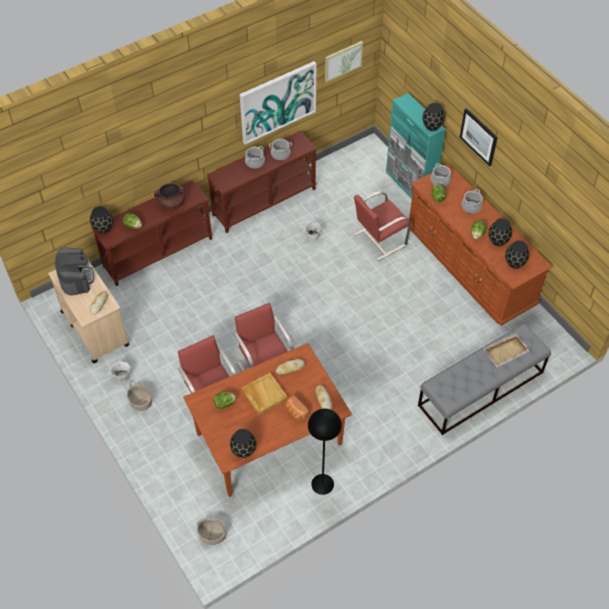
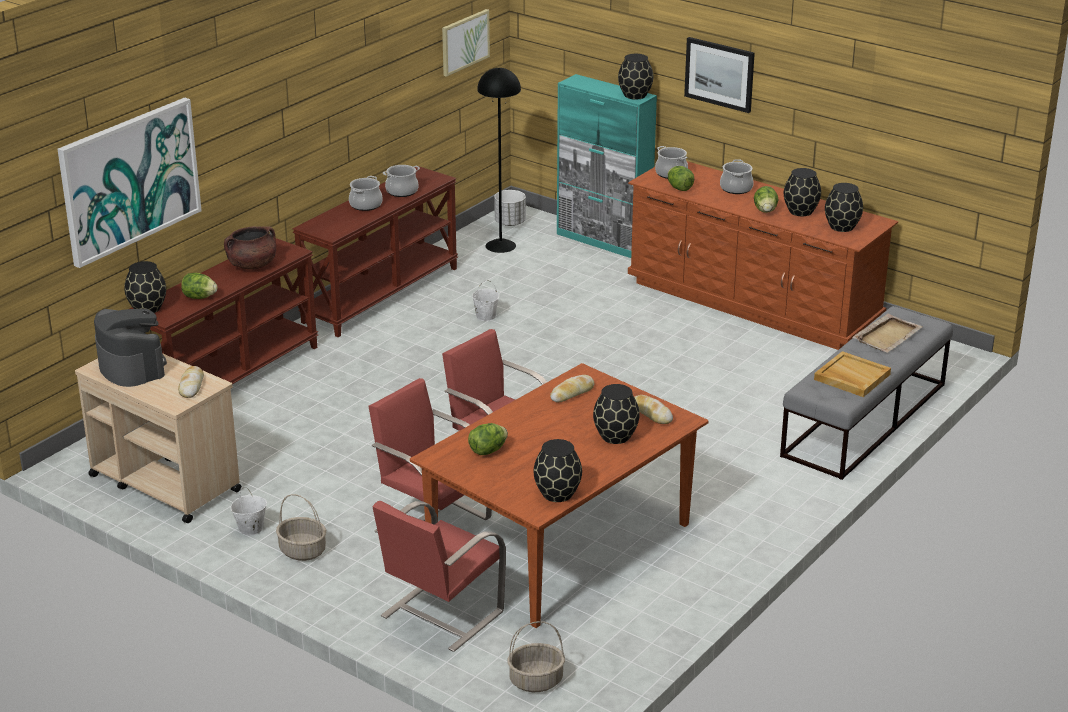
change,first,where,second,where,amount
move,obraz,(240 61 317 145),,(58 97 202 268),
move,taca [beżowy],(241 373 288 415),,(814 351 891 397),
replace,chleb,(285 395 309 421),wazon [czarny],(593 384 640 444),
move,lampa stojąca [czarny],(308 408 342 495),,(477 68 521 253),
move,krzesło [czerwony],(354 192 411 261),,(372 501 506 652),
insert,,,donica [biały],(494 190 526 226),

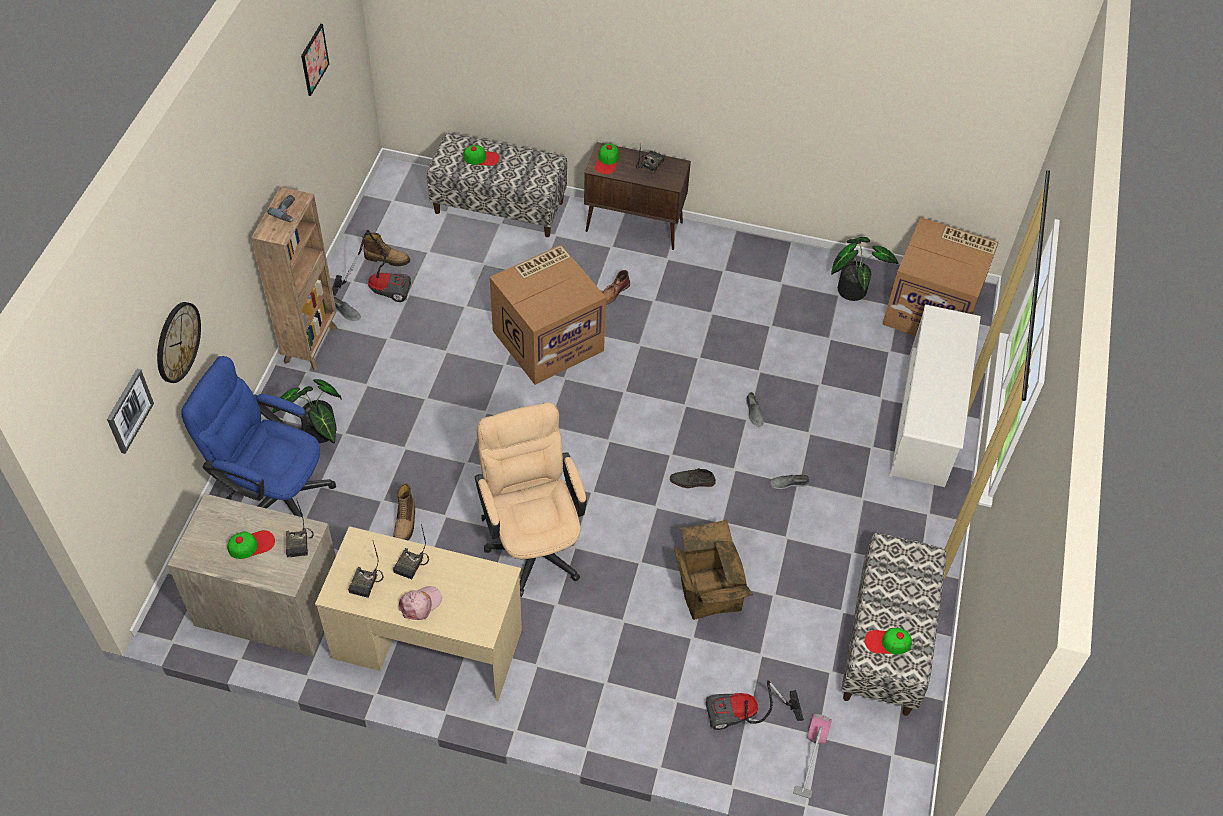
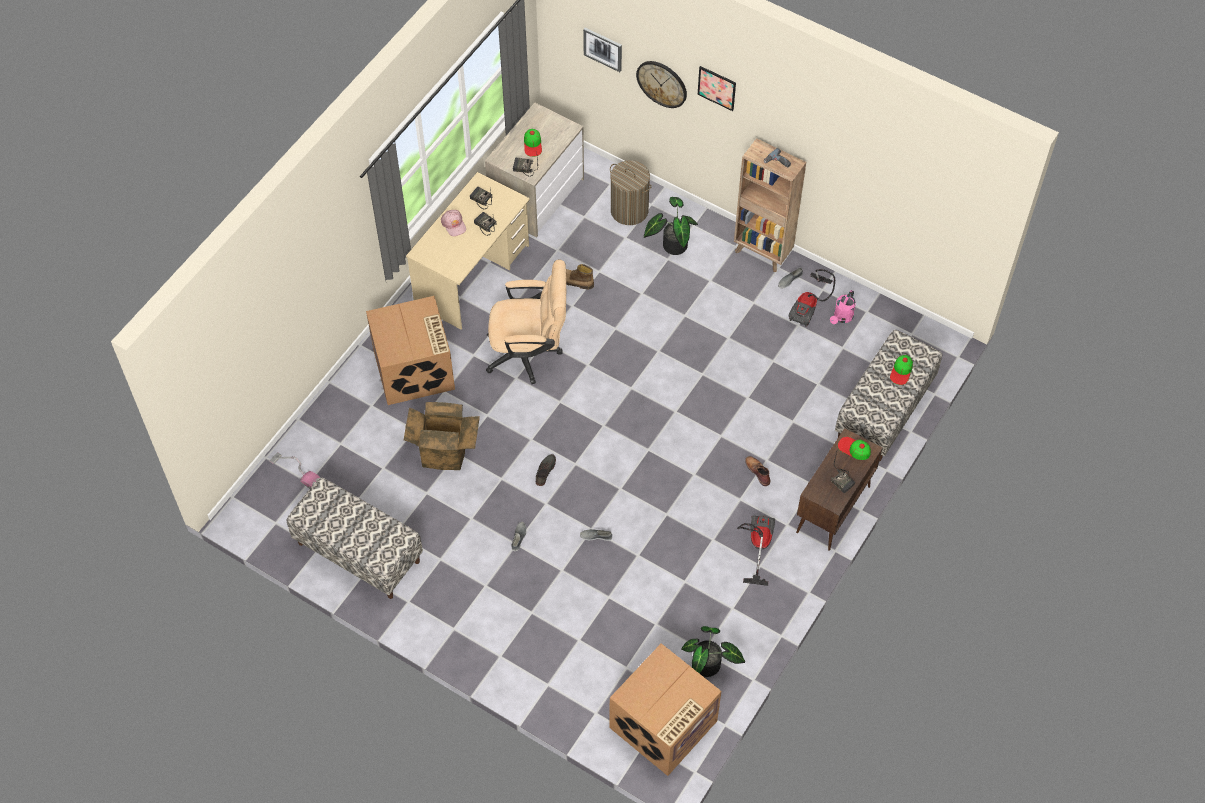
change,first,where,second,where,amount
replace,krzesło biurowe [niebieski],(181 356 336 517),kosz na pranie,(610 160 652 225),
move,obraz,(301 24 329 96),,(698 66 736 111),
replace,but z cholewką,(362 232 410 266),konewka [różowy],(830 290 856 324),
move,karton,(490 245 606 385),,(366 296 455 405),
move,odkurzacz,(706 680 804 730),,(737 515 775 586),
delete,czapka z daszkiem,(865 628 912 655),,,
delete,regał na buty [biały],(889 304 981 487),,,

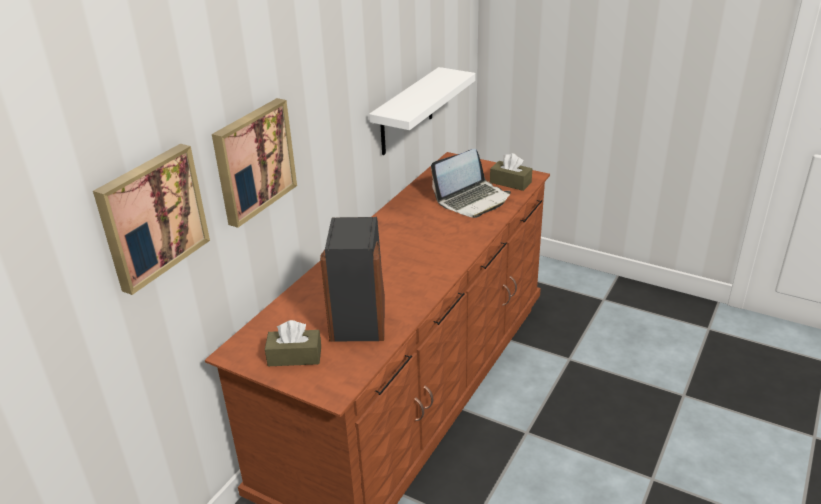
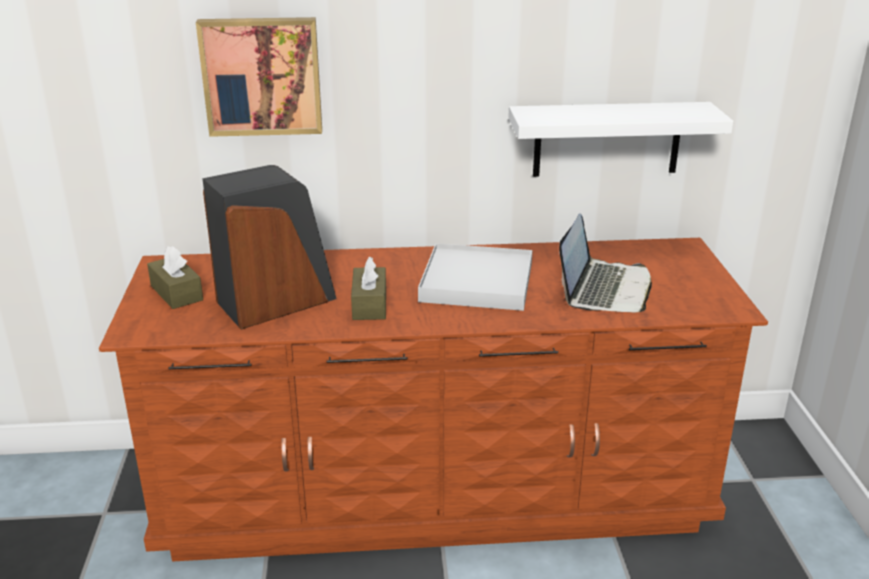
change,first,where,second,where,amount
delete,obraz,(93 144 210 295),,,
rotate,laptop,(431 149 511 218),,(559 214 652 312),90 degrees counterclockwise
move,pudełko chusteczek [brązowy],(490 153 532 191),,(351 256 386 320),
insert,,,taca [biały],(418 243 532 311),

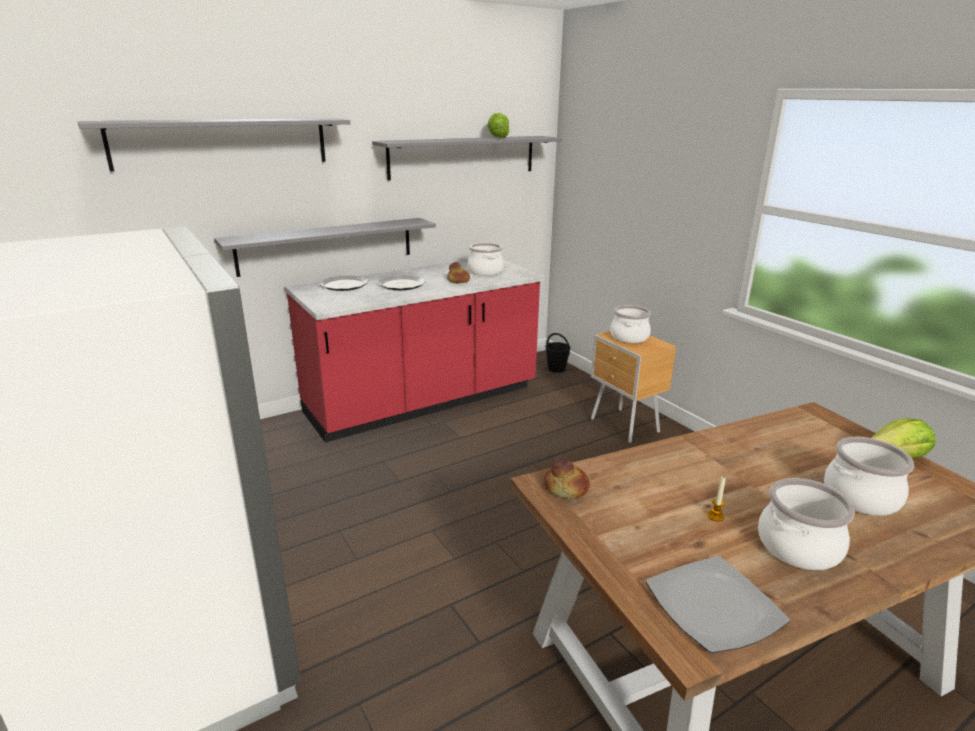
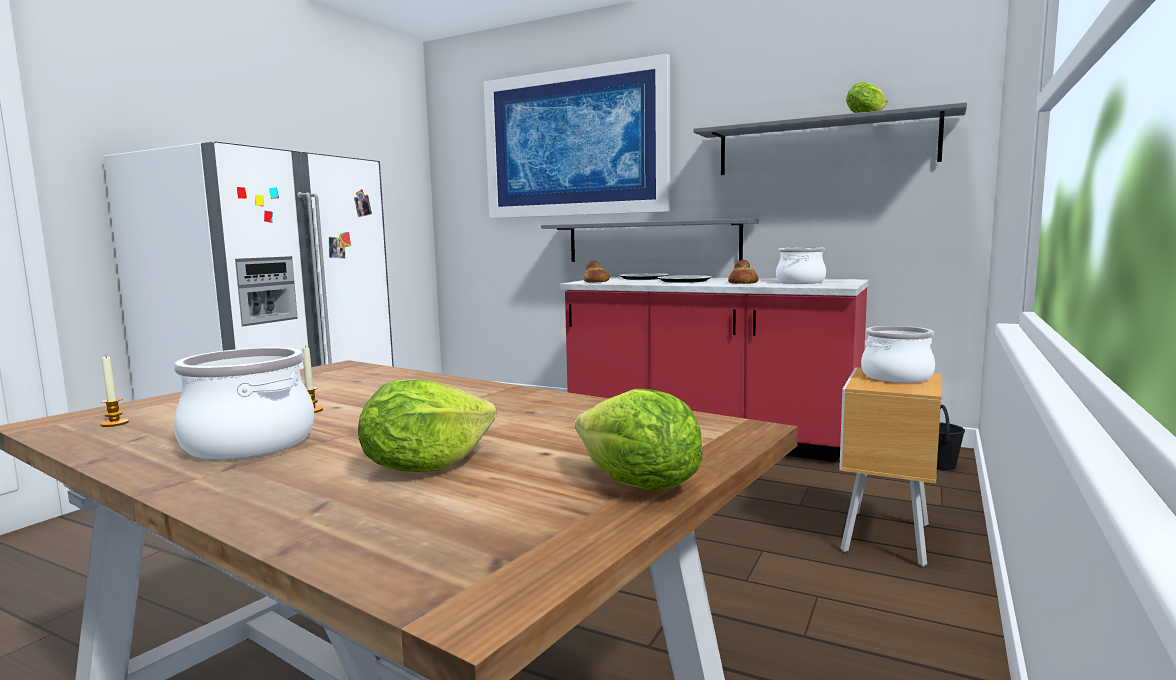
change,first,where,second,where,amount
replace,półka [szary],(77 118 351 171),obraz,(483 54 670 218),
move,chleb,(544 457 590 499),,(583 261 610 283),
replace,talerz,(646 556 790 653),świeca,(100 357 129 427),
replace,garnek,(824 437 914 516),sałata,(358 380 496 472),

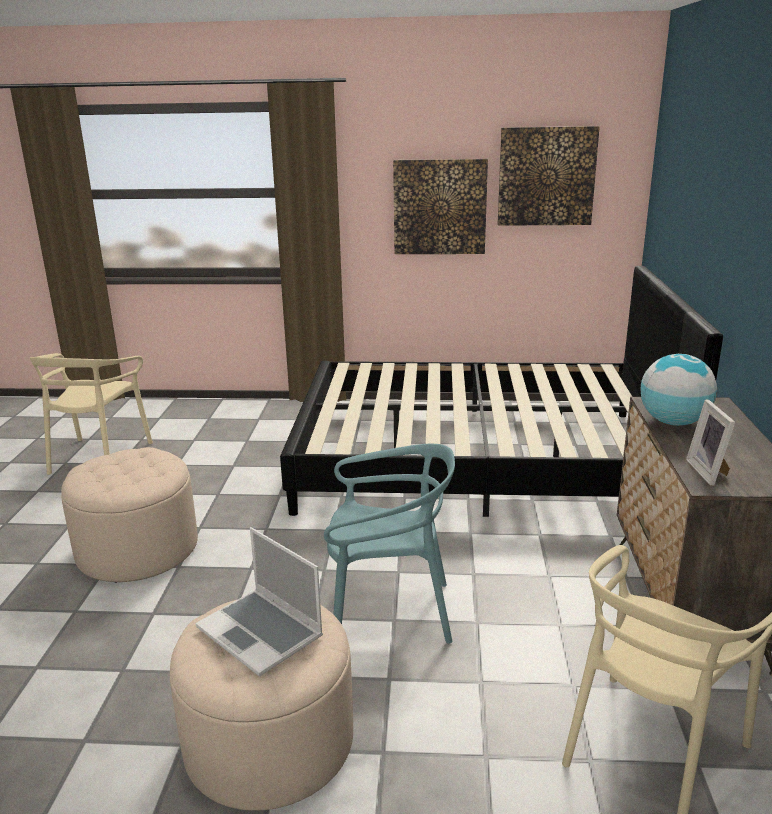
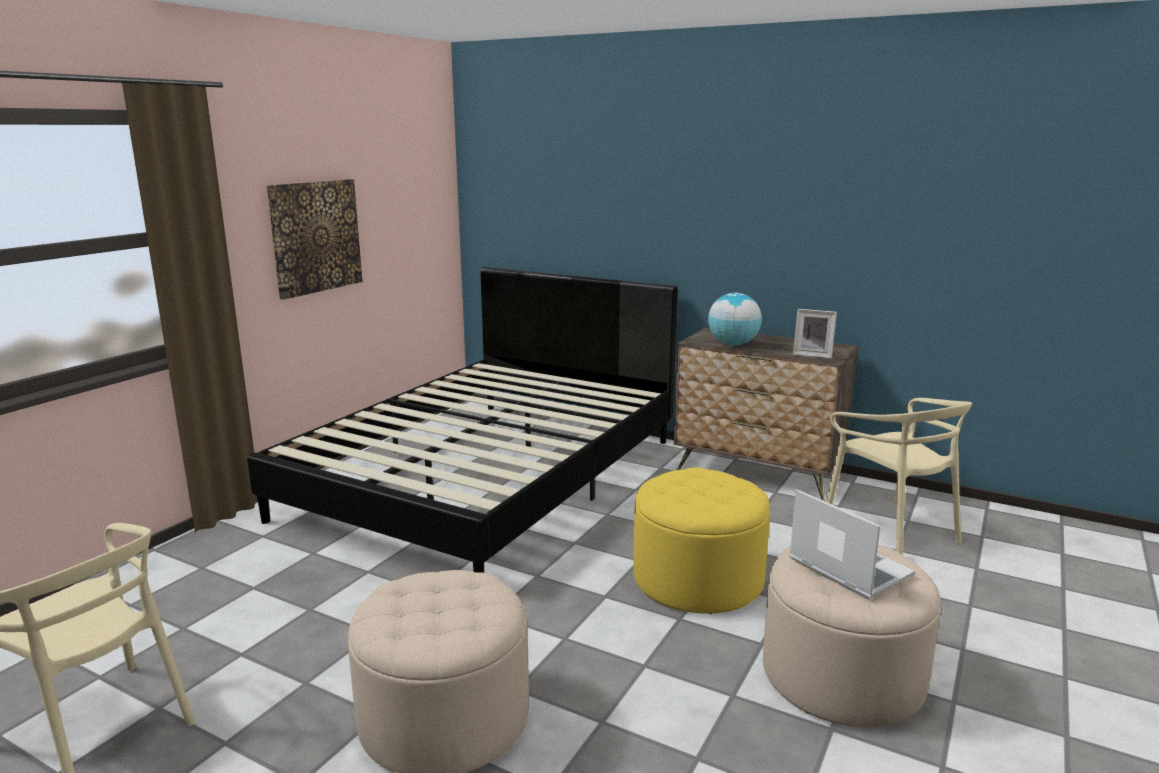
change,first,where,second,where,amount
rotate,laptop,(195 527 323 677),,(789 489 915 599),105 degrees counterclockwise
replace,krzesło [turkusowy],(324 444 455 644),pufa [żółty],(633 467 770 614),
delete,obraz,(498 126 600 226),,,

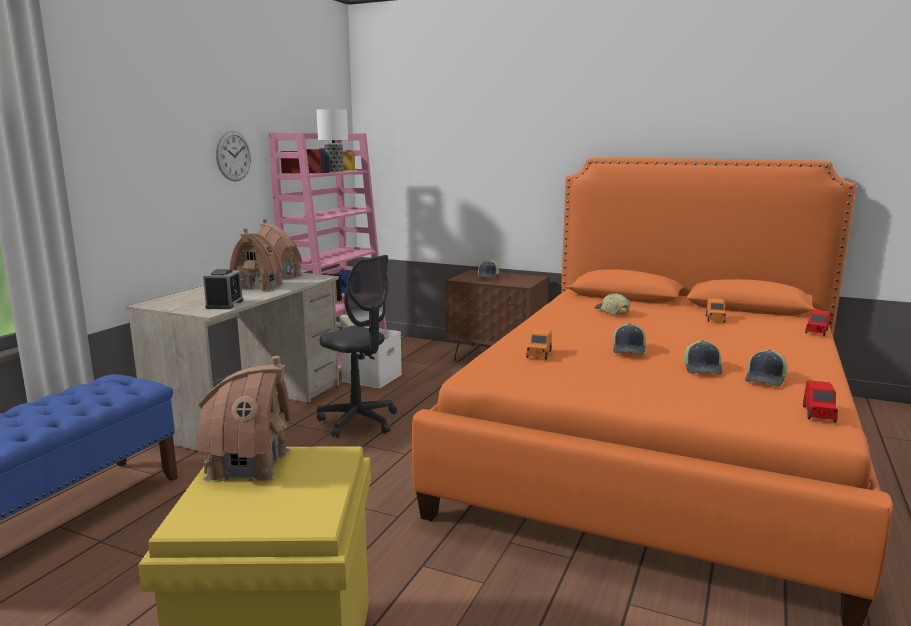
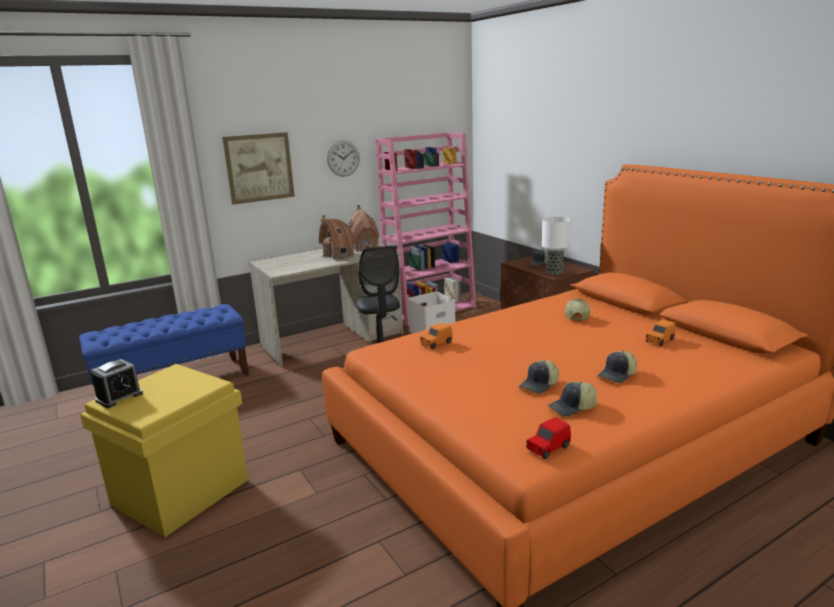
change,first,where,second,where,amount
delete,domek,(197 356 292 482),,,
move,budzik,(203 269 243 309),,(91 359 143 408),
move,lampa stołowa,(317 109 348 172),,(542 217 571 275),
move,czapka z daszkiem,(612 323 646 355),,(597 351 637 383),
delete,samochodzik [czerwony],(805 309 830 336),,,
insert,,,obraz,(222 132 295 205),

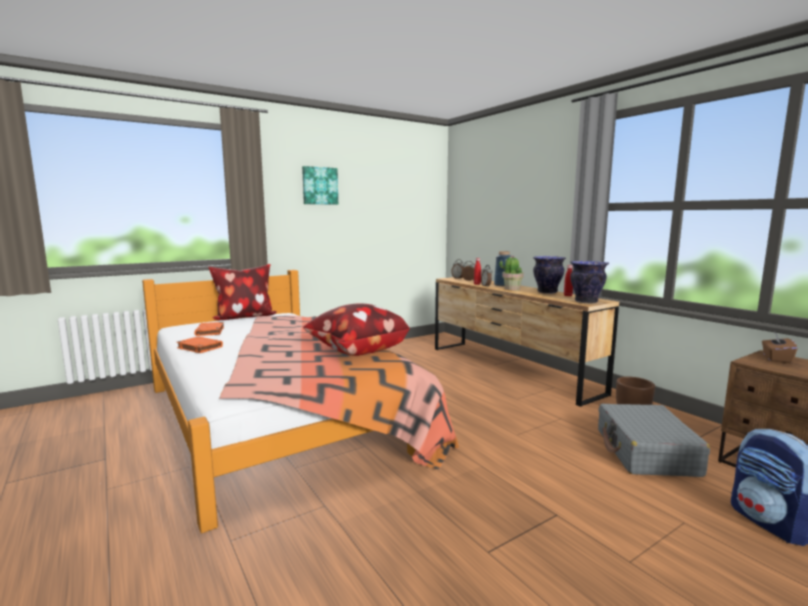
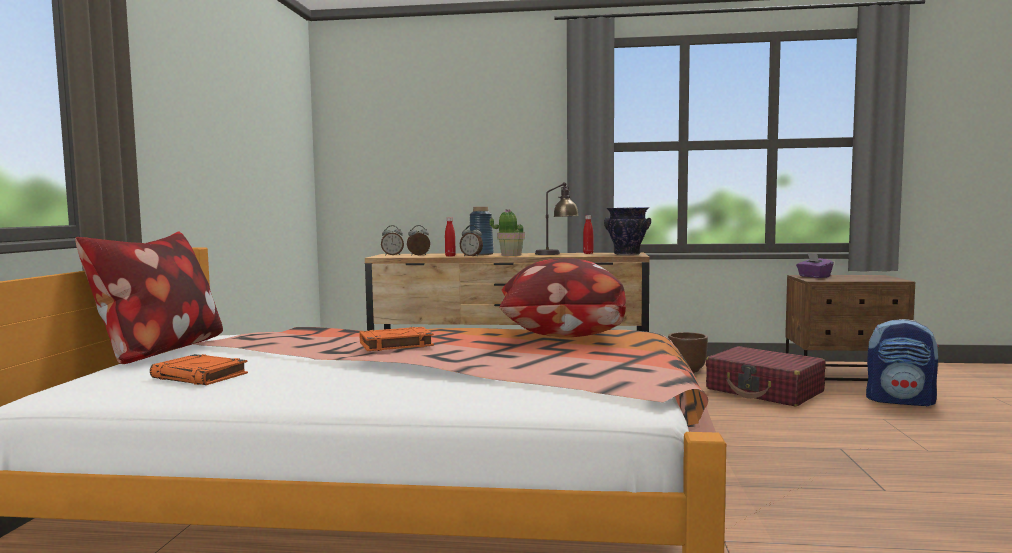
change,first,where,second,where,amount
move,książka [pomarańczowy],(177 336 223 353),,(359 327 434 351),
delete,obraz,(302 166 338 205),,,
replace,wazon,(533 256 566 294),lampa stołowa,(535 182 579 255),
recolor,walizka [szary],(598 404 710 477),walizka [czerwony],(706 346 826 407),
recolor,pudełko chusteczek [brązowy],(762 332 797 363),pudełko chusteczek [fioletowy],(796 253 834 278),

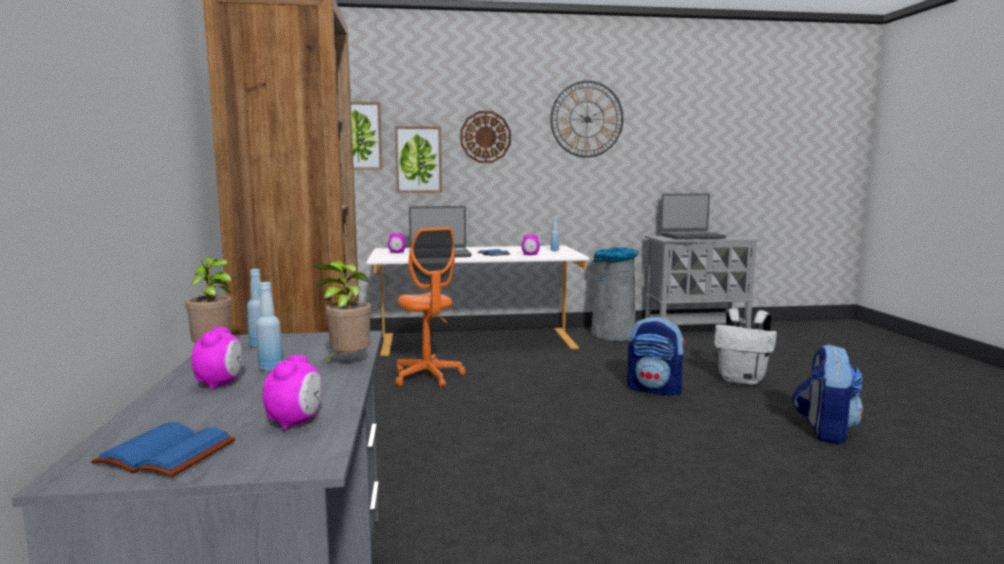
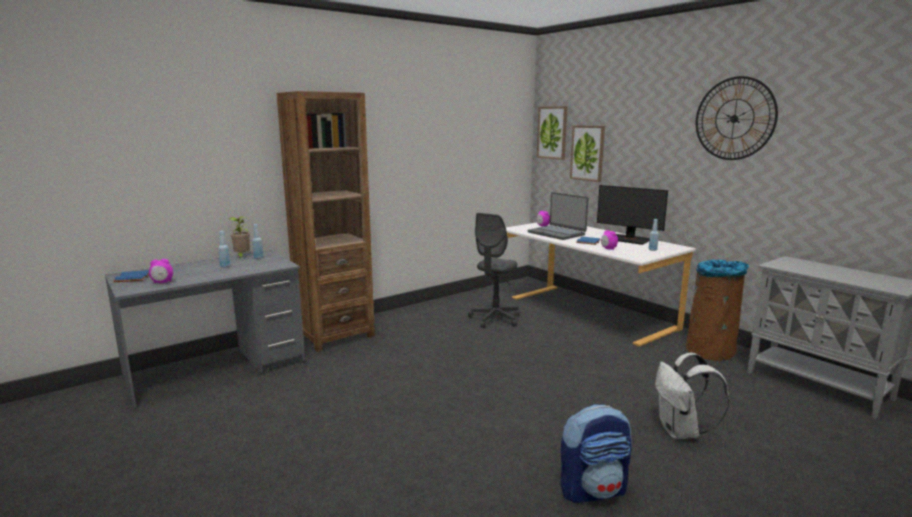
change,first,where,second,where,amount
delete,budzik,(192 327 242 390),,,
delete,roślina doniczkowa,(313 260 371 362),,,
recolor,krzesło biurowe [pomarańczowy],(395 227 466 388),krzesło biurowe [szary],(468 213 519 328),
delete,zegar ścienny,(460 111 511 163),,,
recolor,kosz na śmieci [szary],(591 247 639 341),kosz na śmieci [brązowy],(686 260 749 361),
delete,plecak,(627 317 687 396),,,
delete,laptop,(660 194 726 239),,,
insert,,,monitor,(597 185 668 245),

